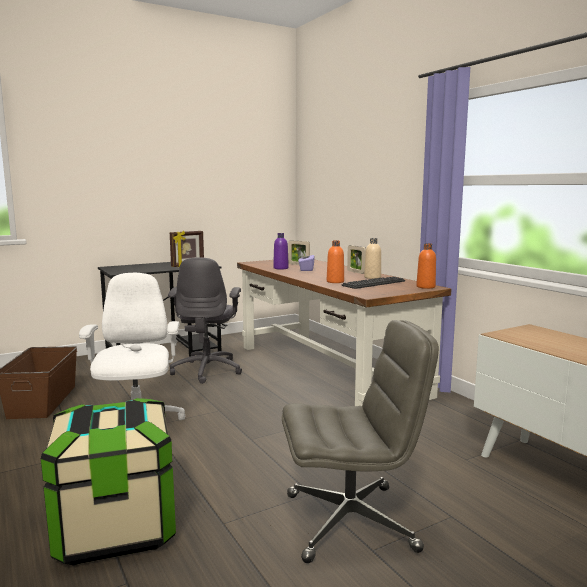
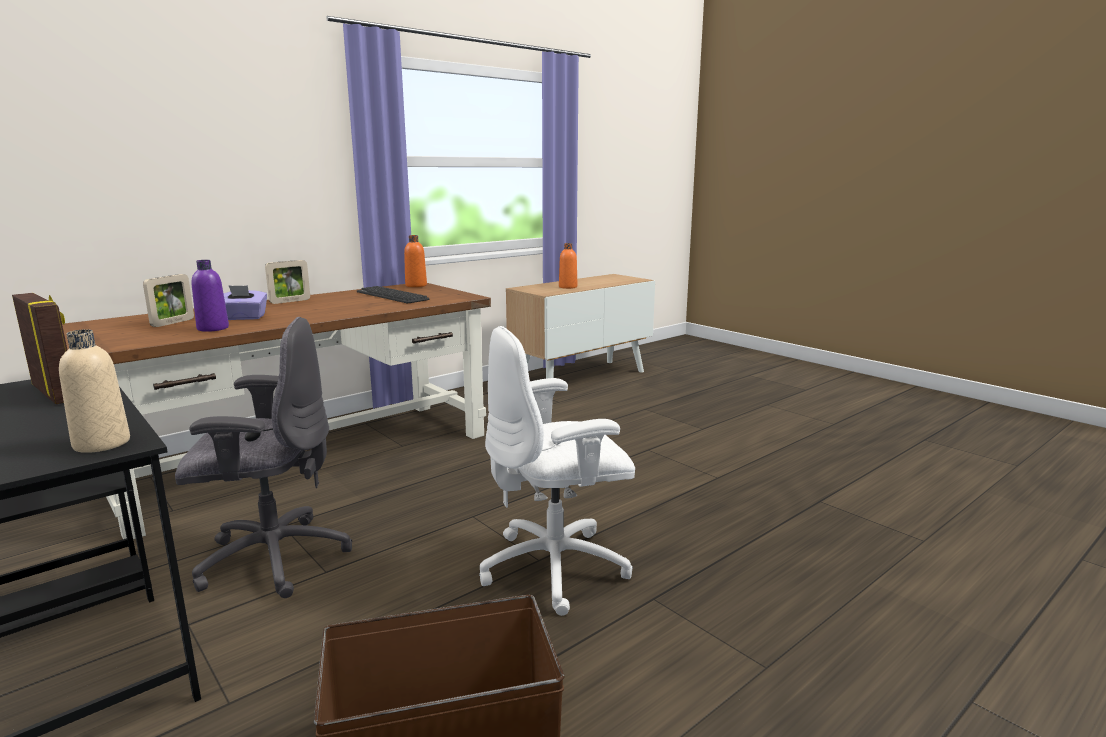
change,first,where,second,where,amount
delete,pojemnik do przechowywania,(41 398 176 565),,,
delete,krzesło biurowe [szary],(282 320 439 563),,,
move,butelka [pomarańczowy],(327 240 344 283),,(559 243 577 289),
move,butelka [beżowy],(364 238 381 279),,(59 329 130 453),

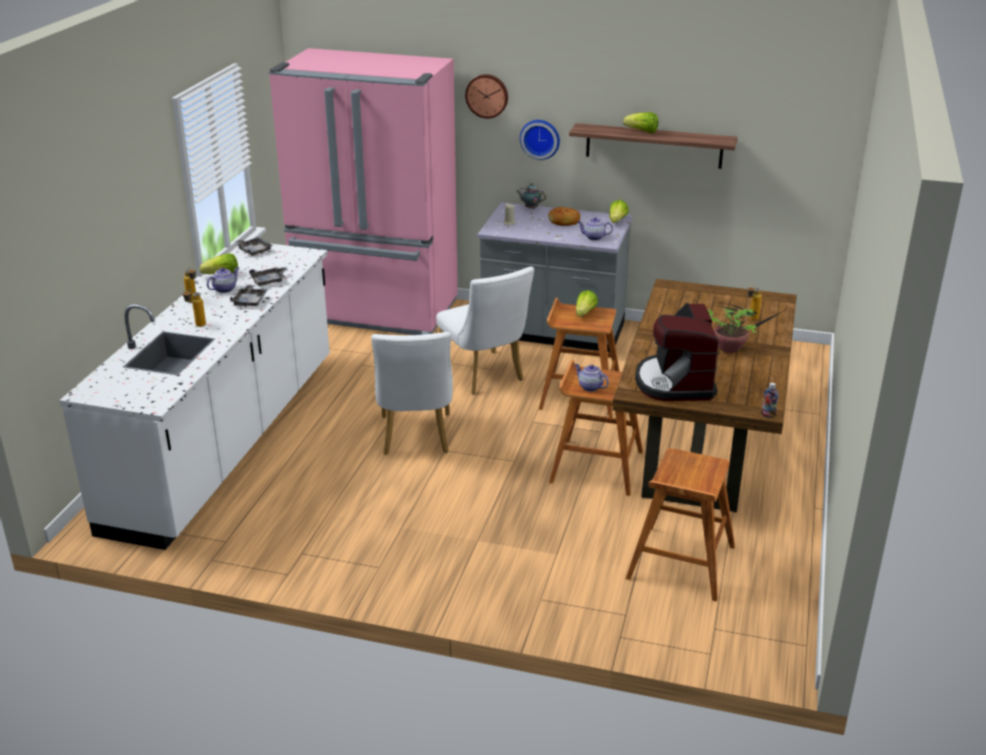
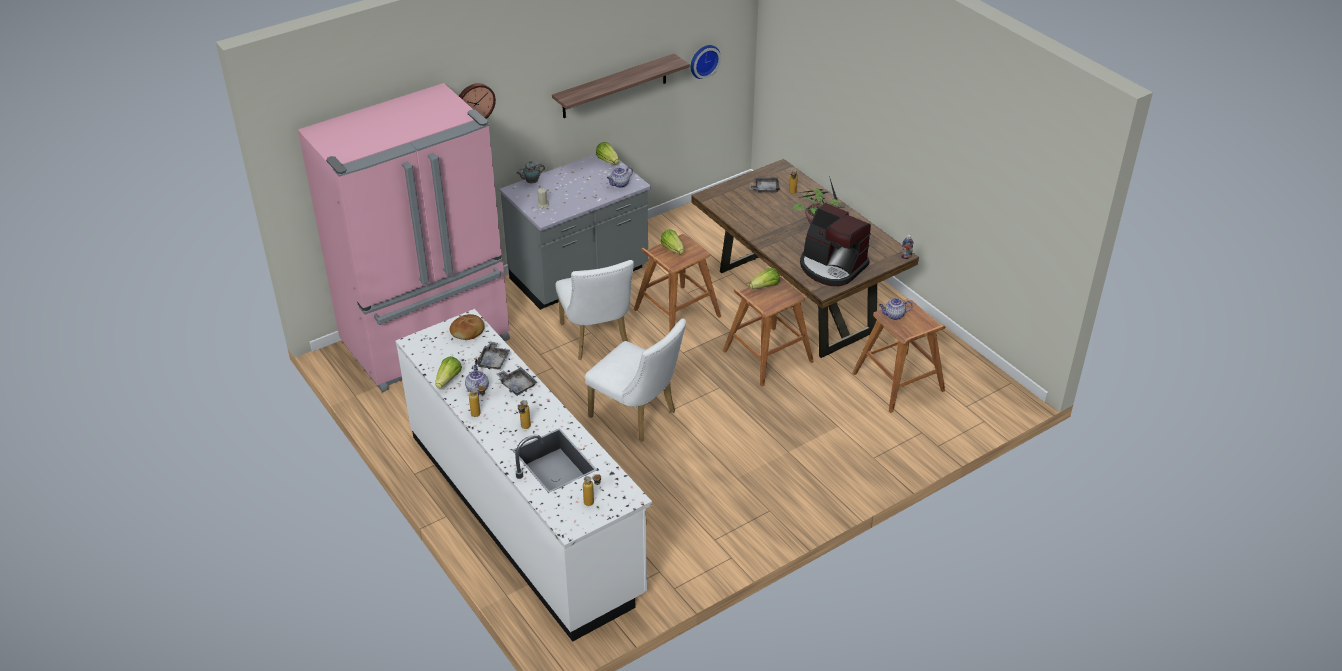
change,first,where,second,where,amount
move,taca [szary],(234 237 273 256),,(749 177 780 193),
rotate,krzesło [biały],(436 267 534 394),,(556 260 634 360),60 degrees clockwise
move,zegar ścienny,(520 120 560 160),,(691 45 721 79),
move,chleb,(548 207 580 226),,(450 314 485 340),
move,imbryk,(575 364 609 392),,(879 298 912 320),
move,sałata,(623 112 658 133),,(749 268 780 289),
insert,,,butelka,(583 474 602 506),

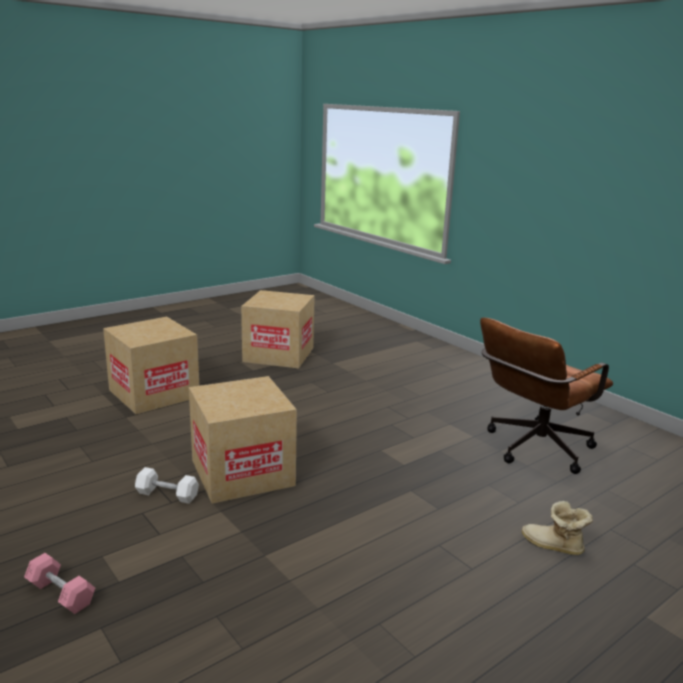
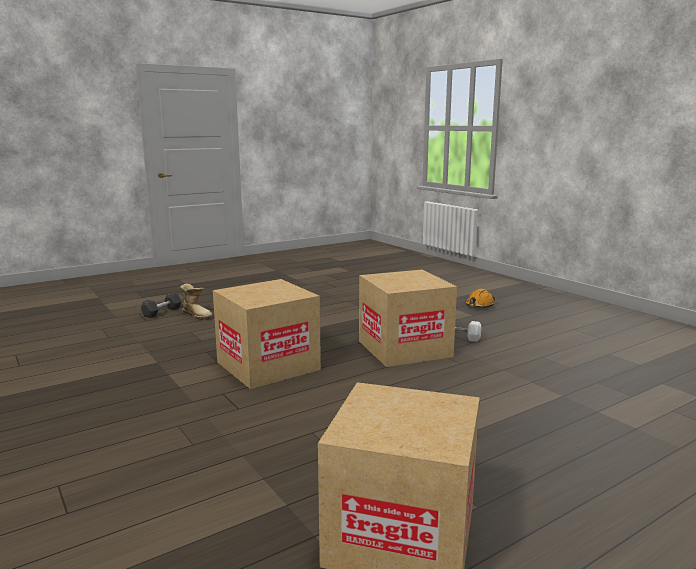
change,first,where,second,where,amount
replace,hantel [różowy],(24 553 95 614),kask [pomarańczowy],(465 289 495 308),
move,karton,(103 317 199 414),,(213 279 321 389),
delete,krzesło biurowe [brązowy],(480 318 613 474),,,
insert,,,hantel [szary],(141 292 182 318),

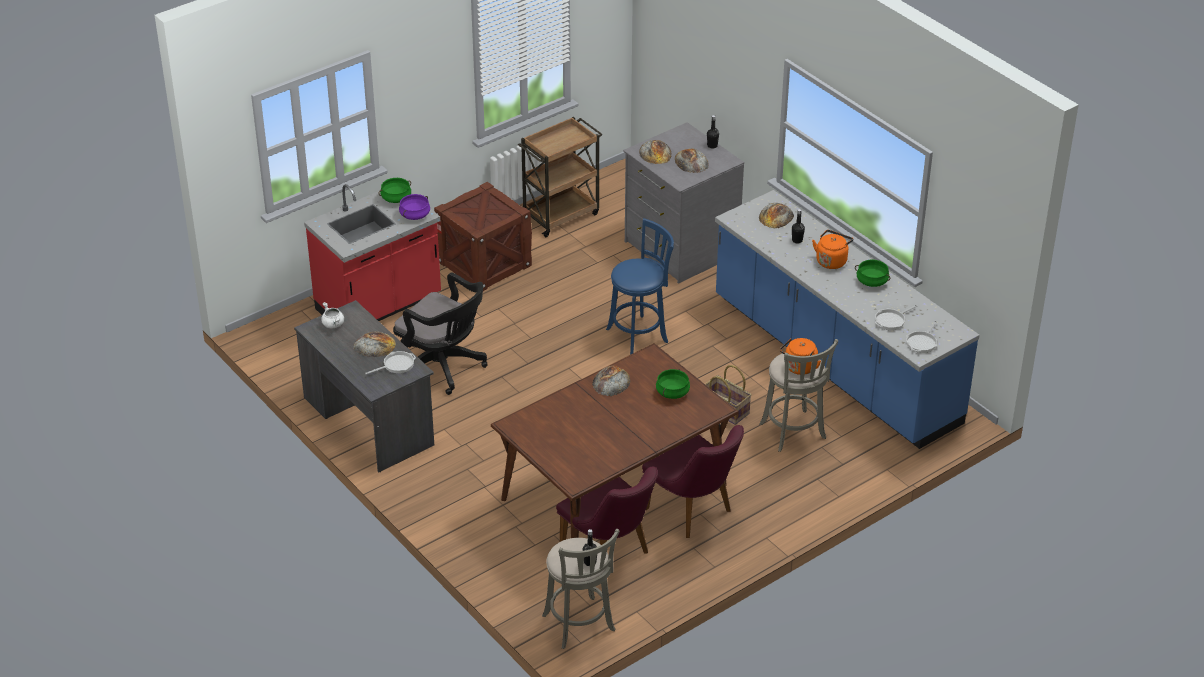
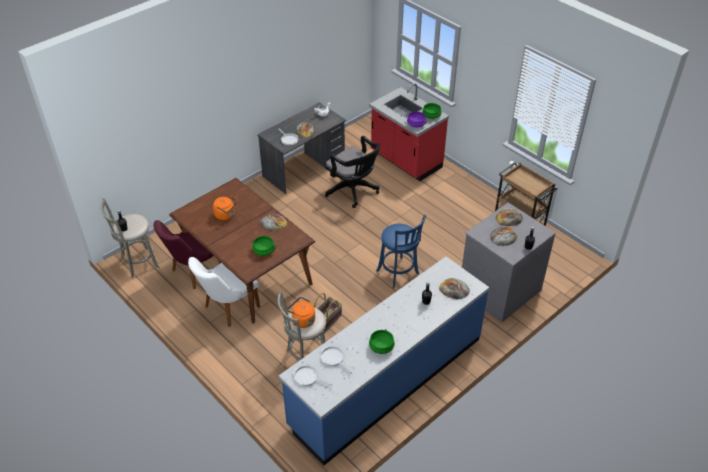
change,first,where,second,where,amount
rotate,krzesło biurowe [czarny],(393 272 488 395),,(325 136 380 208),75 degrees counterclockwise
delete,skrzynka,(434 182 532 291),,,
recolor,krzesło [fioletowy],(642 425 744 538),krzesło [biały],(188 257 260 326),
move,czajnik [pomarańczowy],(812 230 853 269),,(213 196 237 220),

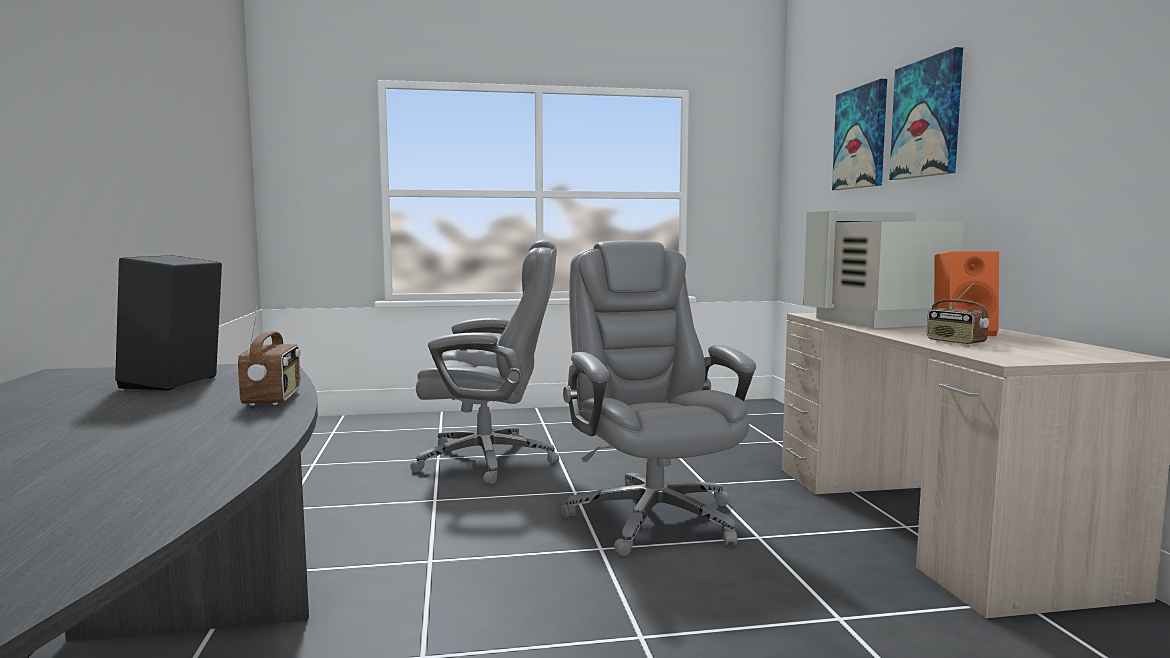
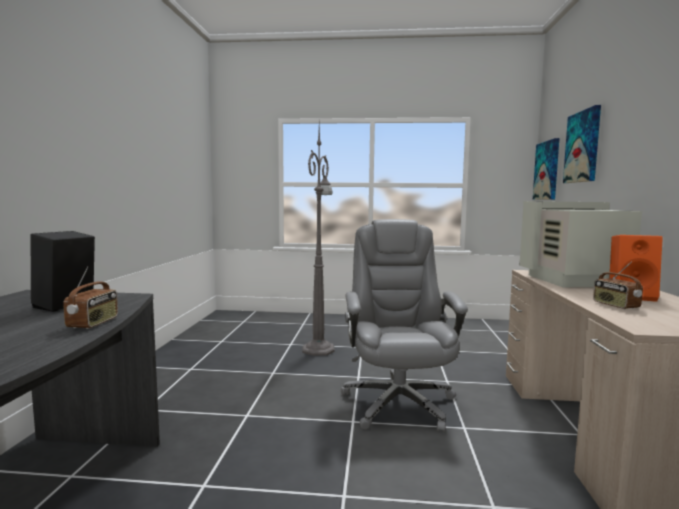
change,first,where,second,where,amount
replace,krzesło biurowe [szary],(410 239 559 484),lampa stojąca [szary],(302 124 335 356),
move,obraz,(889 47 963 180),,(533 138 559 200),

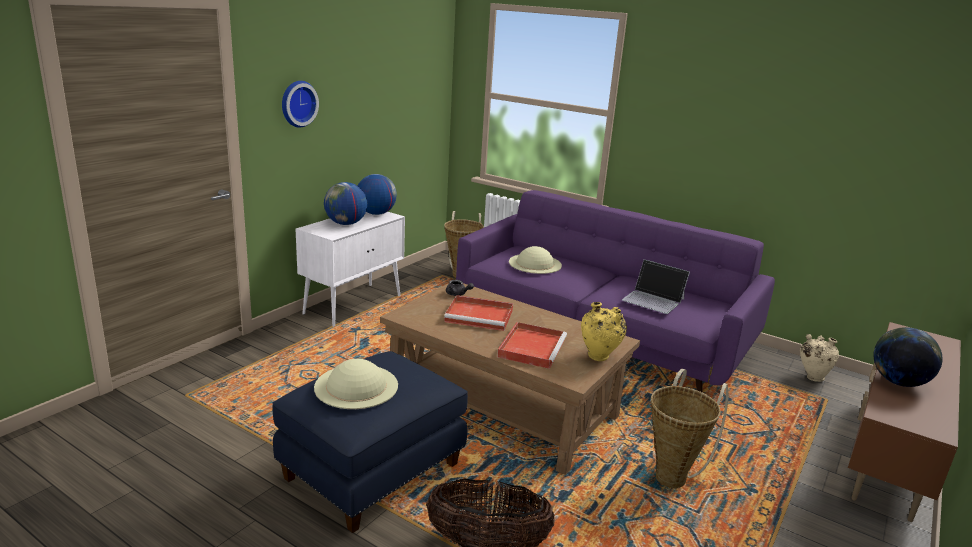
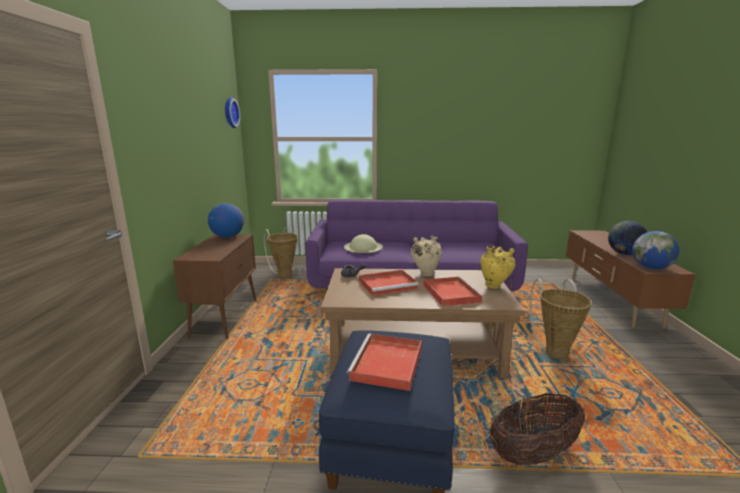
change,first,where,second,where,amount
move,zegar ścienny,(282 81 319 128),,(225 97 240 128),
recolor,szafka [biały],(296 212 405 327),szafka [brązowy],(173 234 256 339),
replace,kapelusz [beżowy],(314 359 398 409),taca [czerwony],(347 334 422 391),
move,globus,(324 182 367 225),,(632 231 679 270),
delete,laptop,(622 259 690 314),,,
move,wazon [beżowy],(800 334 839 382),,(411 236 442 276),

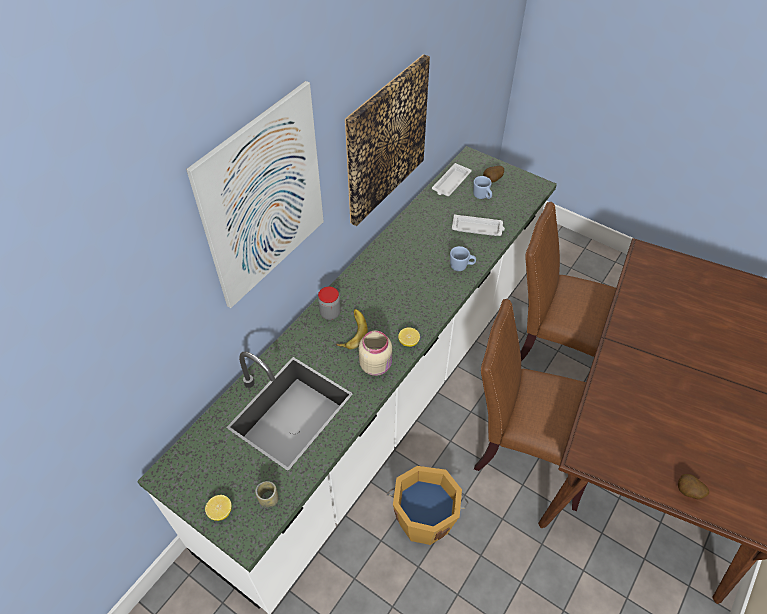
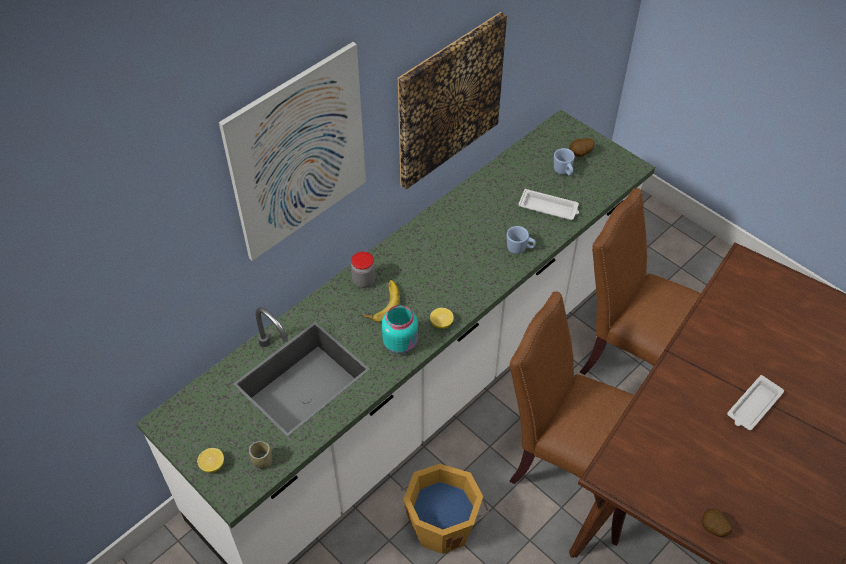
change,first,where,second,where,amount
recolor,słoik [beżowy],(359 331 392 376),słoik [turkusowy],(382 305 418 354),
move,taca [biały],(432 163 472 196),,(727 375 784 430),

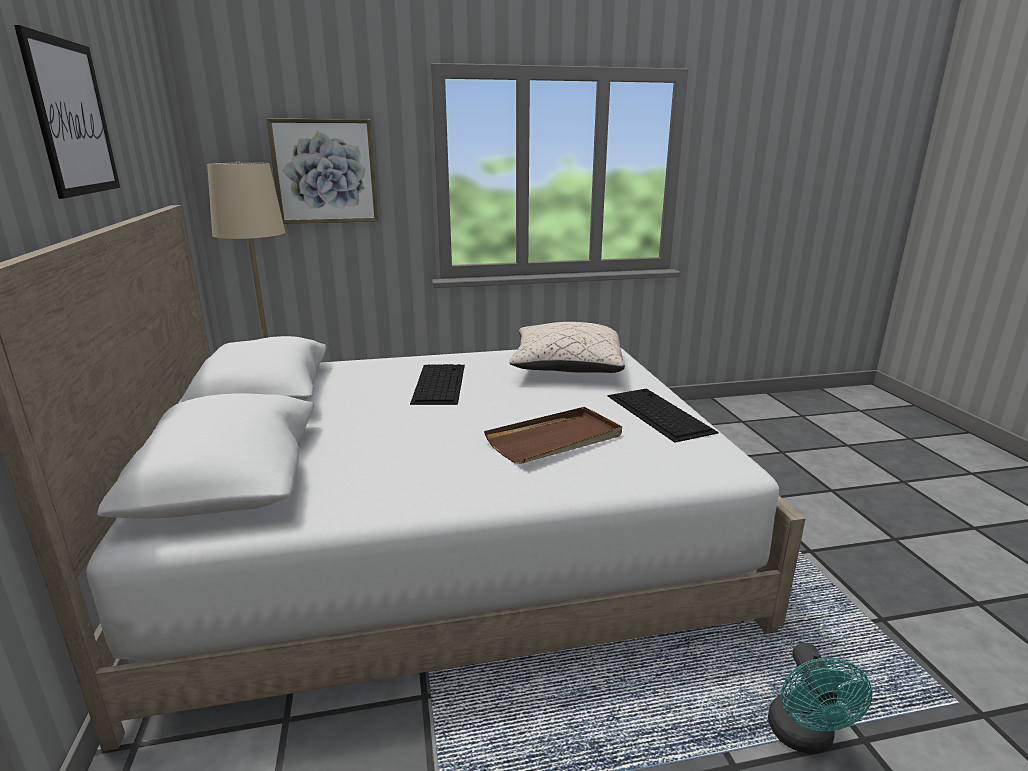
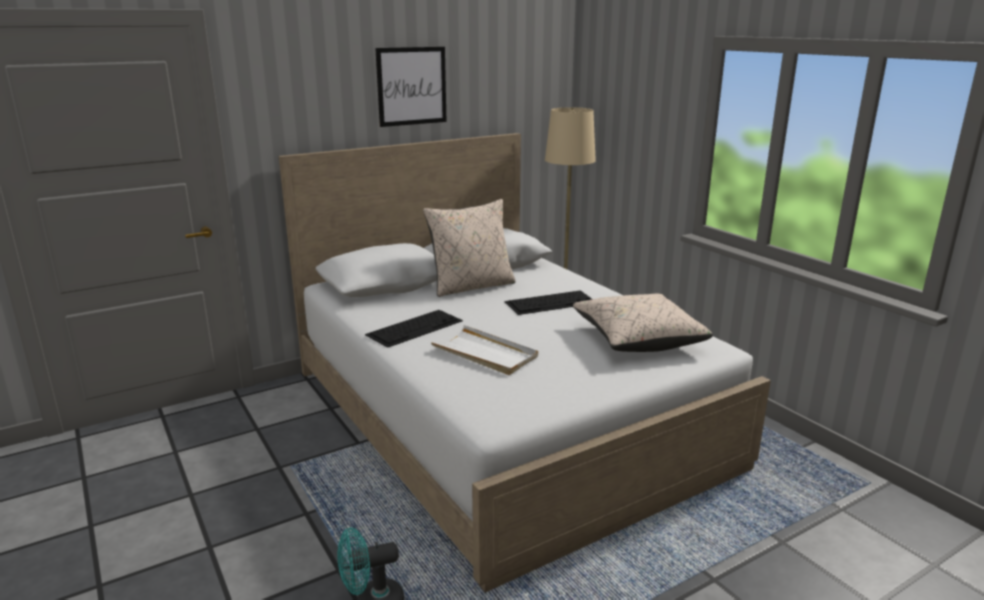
change,first,where,second,where,amount
delete,obraz,(266 119 378 224),,,
recolor,taca [brązowy],(484 407 622 464),taca [biały],(431 325 538 375),
move,klawiatura,(608 389 718 443),,(365 310 463 348),
insert,,,poduszka [beżowy],(423 199 515 297),

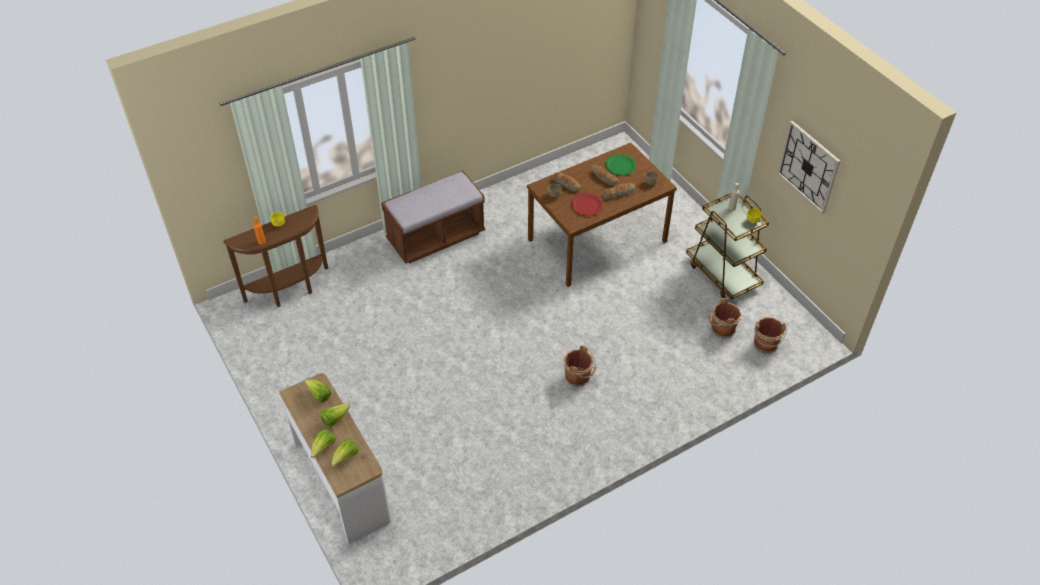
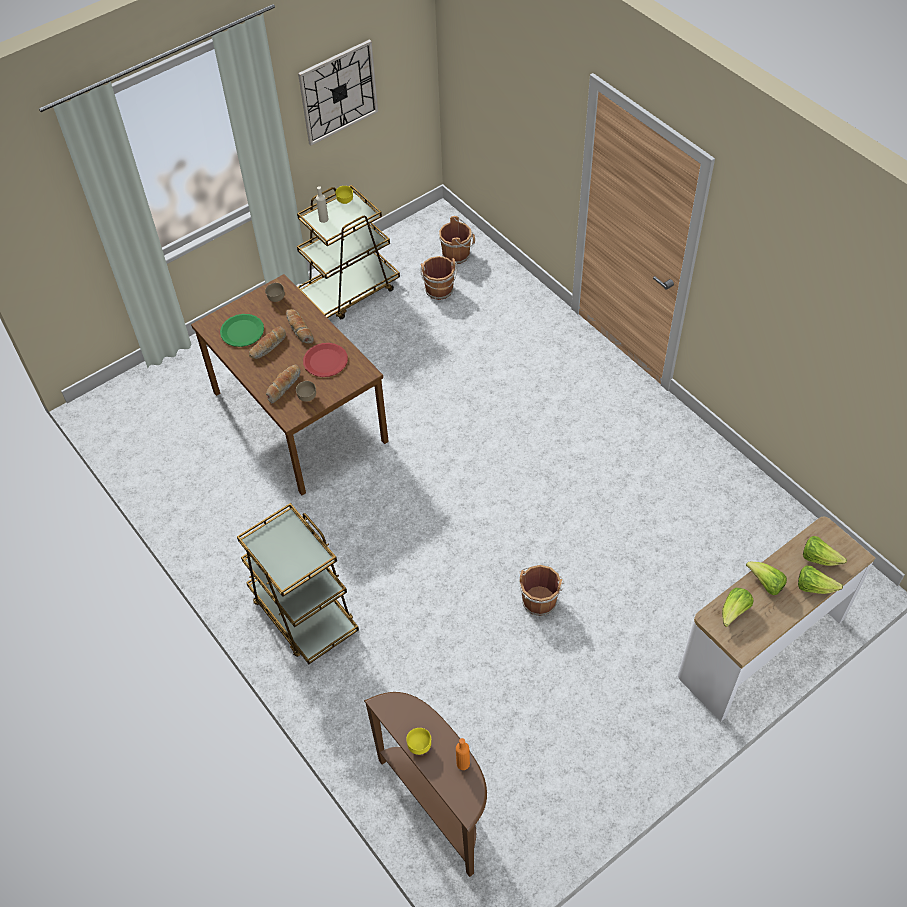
change,first,where,second,where,amount
replace,ławka [brązowy],(381 170 486 264),wózek [brązowy],(237 503 359 664),
move,wiadro [brązowy],(564 346 596 387),,(519 565 564 616),

